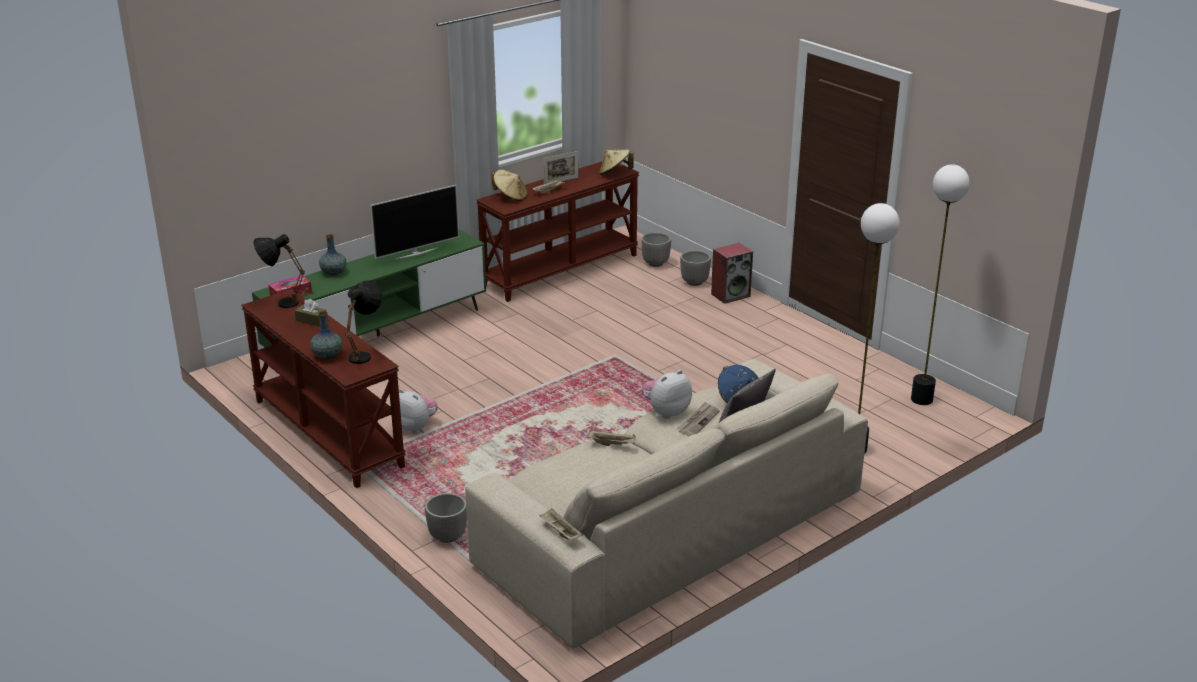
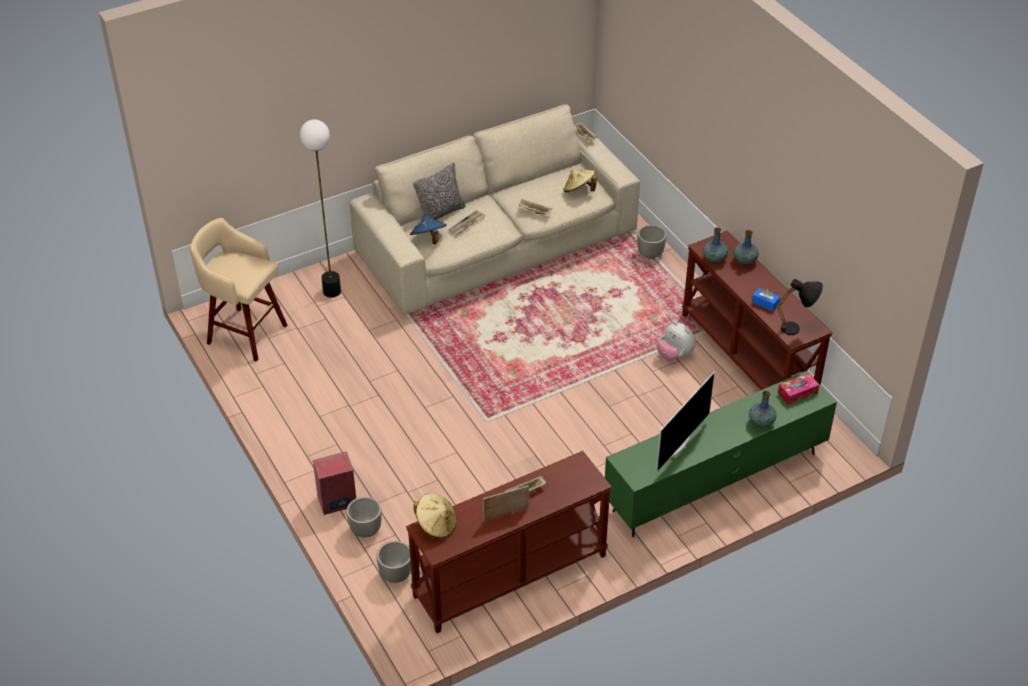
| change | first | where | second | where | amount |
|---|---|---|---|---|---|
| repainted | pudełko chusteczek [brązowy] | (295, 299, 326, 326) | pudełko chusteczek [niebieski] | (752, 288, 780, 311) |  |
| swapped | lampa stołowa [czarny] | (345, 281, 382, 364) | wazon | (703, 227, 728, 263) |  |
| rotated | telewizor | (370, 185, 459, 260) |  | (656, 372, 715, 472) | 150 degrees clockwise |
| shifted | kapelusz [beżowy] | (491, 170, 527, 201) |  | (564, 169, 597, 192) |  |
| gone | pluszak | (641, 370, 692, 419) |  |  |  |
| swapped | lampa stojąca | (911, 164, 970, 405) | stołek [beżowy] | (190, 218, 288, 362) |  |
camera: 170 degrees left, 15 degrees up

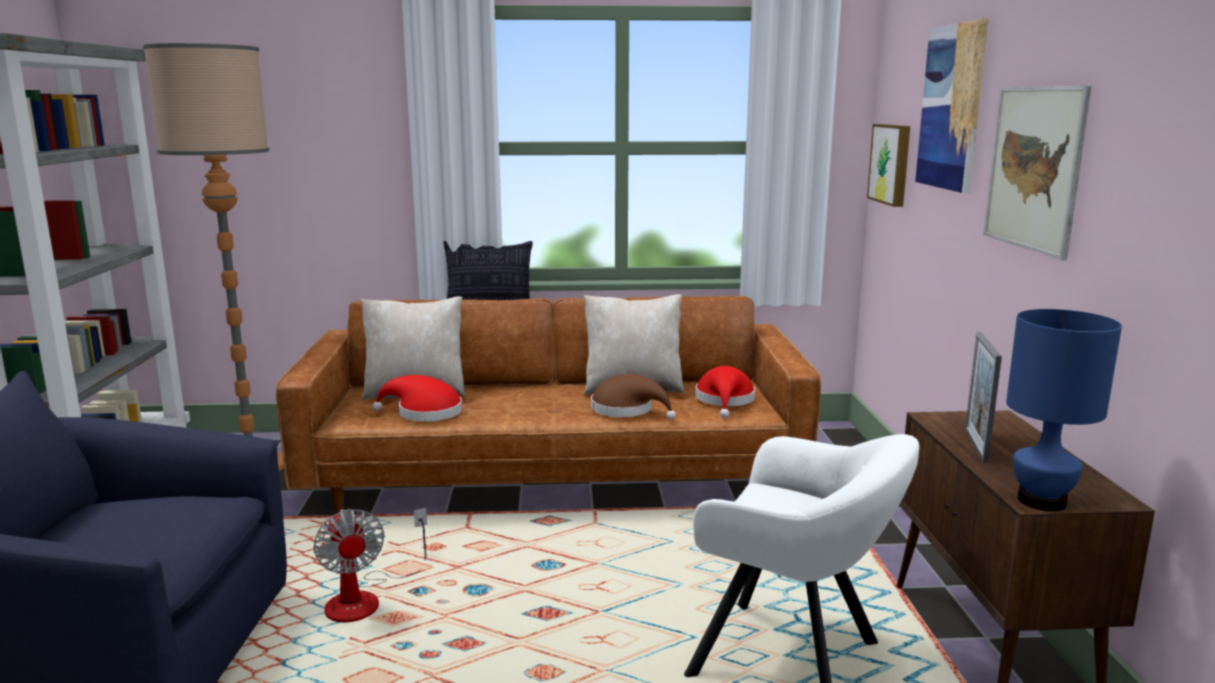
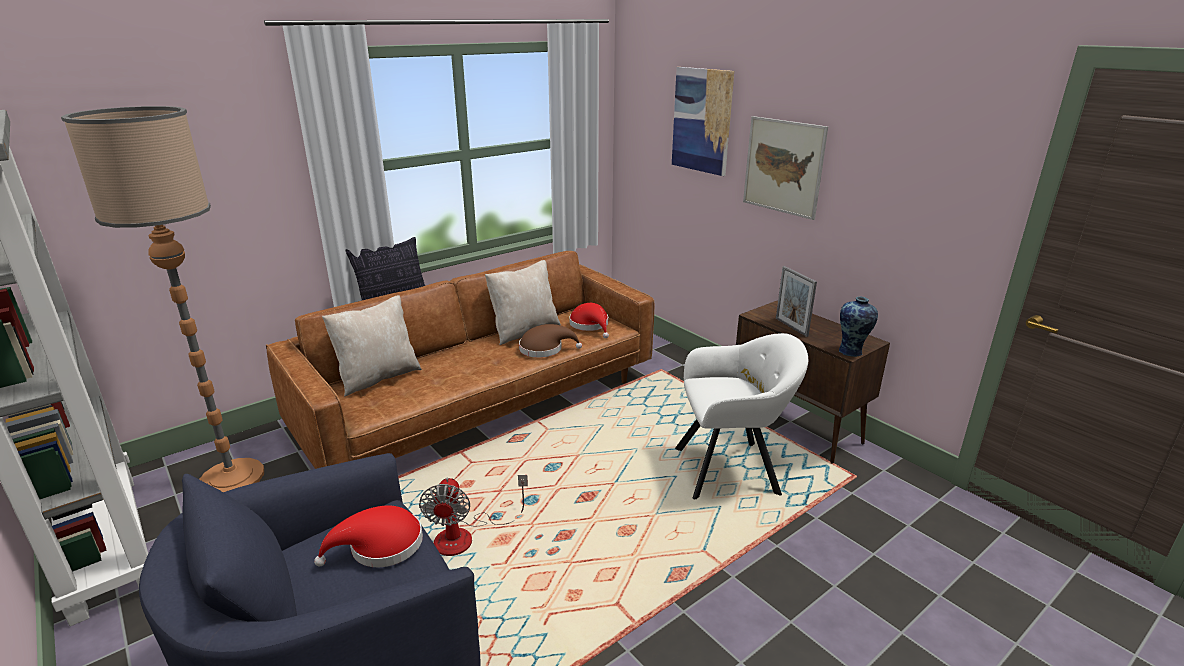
| change | first | where | second | where | amount |
|---|---|---|---|---|---|
| rotated | wentylator | (313, 508, 427, 622) |  | (419, 475, 528, 556) | 60 degrees clockwise |
| shifted | kapelusz [czerwony] | (373, 375, 462, 422) |  | (314, 506, 423, 567) |  |
| gone | obraz | (867, 124, 910, 207) |  |  |  |
| swapped | lampa stołowa [niebieski] | (1006, 309, 1122, 511) | wazon | (839, 297, 878, 357) |  |
camera: 35 degrees left, 10 degrees up

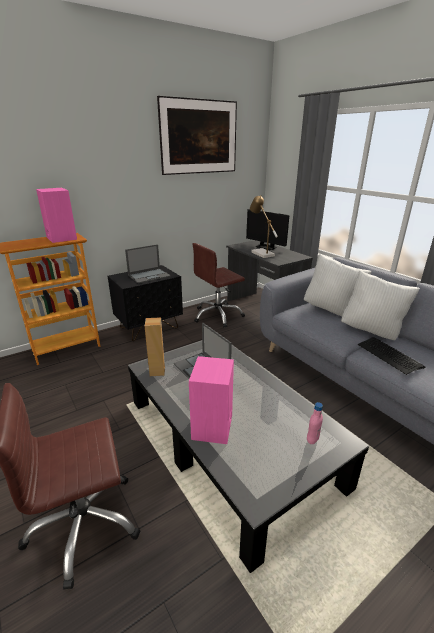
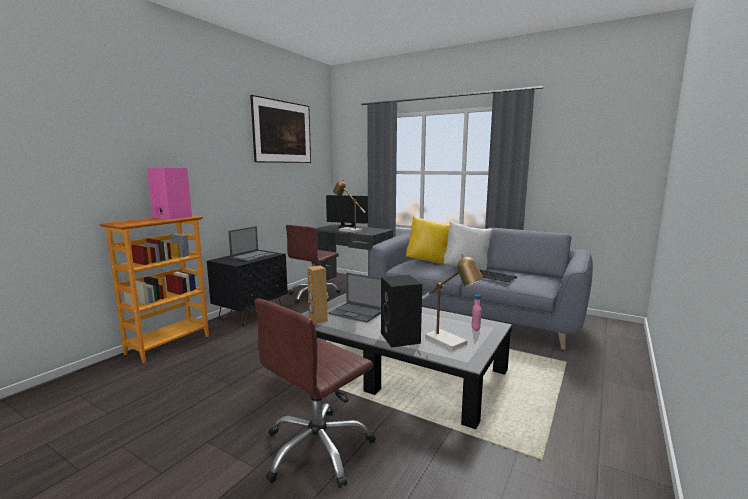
| change | first | where | second | where | amount |
|---|---|---|---|---|---|
| repainted | głośnik [różowy] | (189, 356, 234, 444) | głośnik [czarny] | (381, 275, 422, 348) |  |
| repainted | poduszka [biały] | (304, 254, 372, 316) | poduszka [żółty] | (406, 216, 450, 264) |  |
| new |  |  | lampa stołowa | (422, 254, 484, 351) |  |
camera: 25 degrees left, 15 degrees down

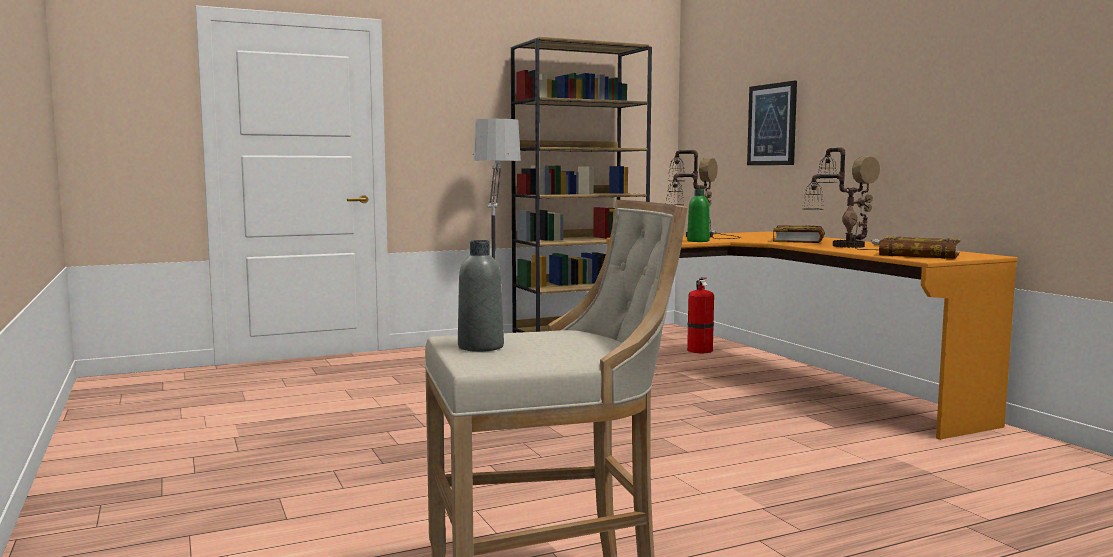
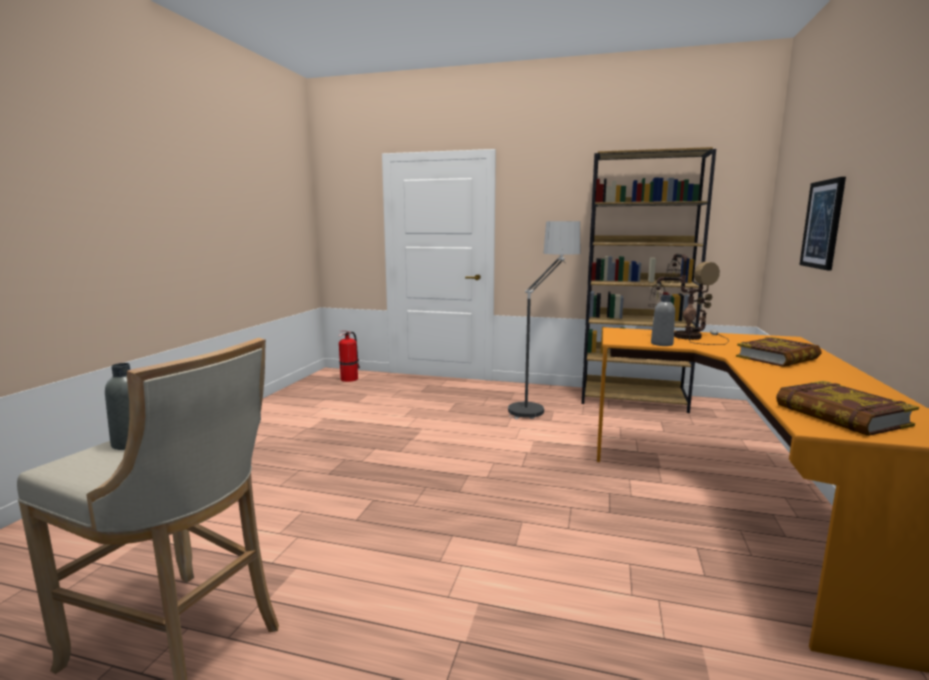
| change | first | where | second | where | amount |
|---|---|---|---|---|---|
| repainted | butelka [zielony] | (687, 189, 710, 242) | butelka [szary] | (651, 295, 675, 346) |  |
| shifted | gaśnica | (687, 277, 714, 353) |  | (339, 330, 360, 382) |  |
| gone | lampa stołowa | (804, 147, 880, 250) |  |  |  |
camera: 40 degrees right, 5 degrees up

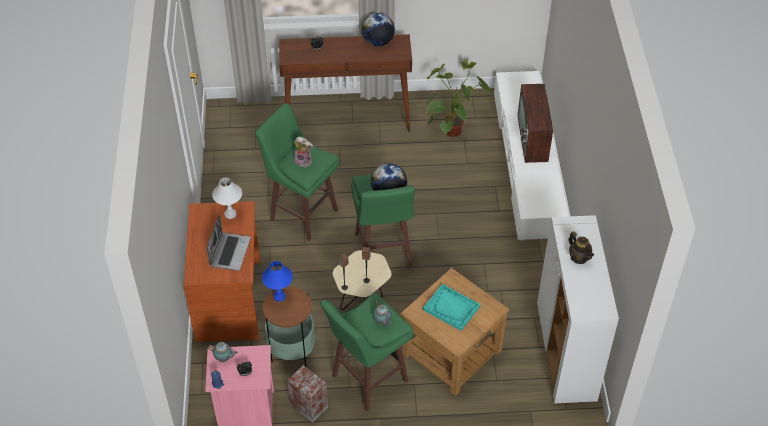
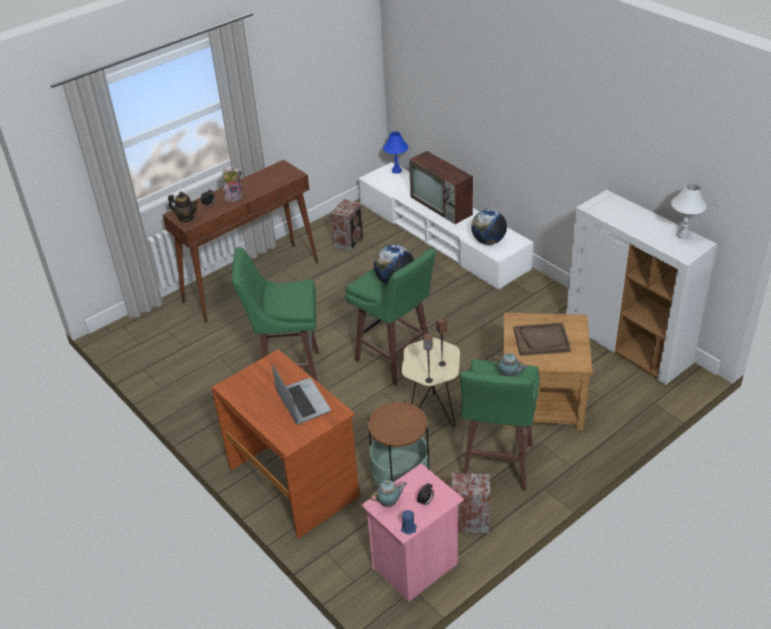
| change | first | where | second | where | amount |
|---|---|---|---|---|---|
| shifted | lampa stołowa [biały] | (212, 177, 242, 219) |  | (671, 183, 707, 239) |  |
| shifted | lampa stołowa [niebieski] | (262, 261, 293, 302) |  | (383, 132, 408, 174) |  |
| shifted | pluszak | (294, 137, 313, 167) |  | (222, 166, 243, 202) |  |
| shifted | globus | (362, 13, 395, 46) |  | (471, 209, 507, 245) |  |
| repainted | taca [turkusowy] | (423, 284, 480, 331) | taca [brązowy] | (514, 322, 571, 356) |  |
| swapped | roślina doniczkowa | (426, 59, 493, 137) | głośnik | (330, 199, 364, 251) |  |
| shifted | imbryk | (568, 231, 594, 264) |  | (168, 192, 198, 222) |  |
camera: 35 degrees left, 10 degrees down

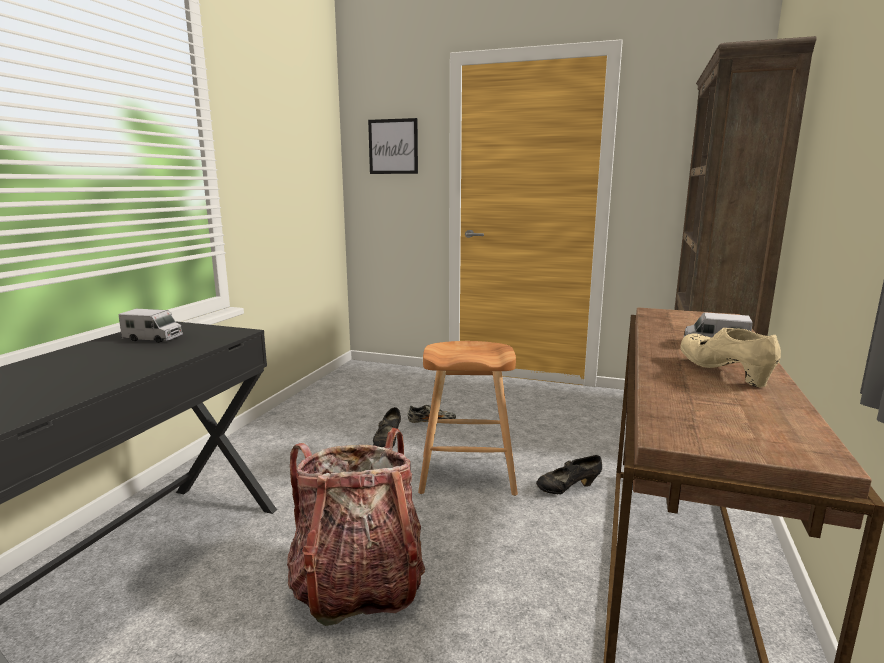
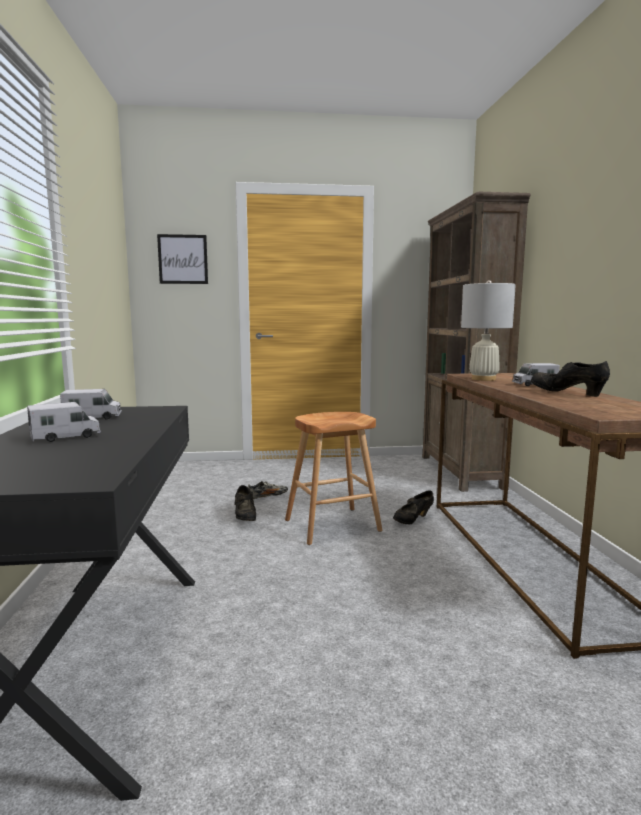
| change | first | where | second | where | amount |
|---|---|---|---|---|---|
| gone | plecak | (287, 428, 426, 626) |  |  |  |
| repainted | but [beżowy] | (680, 328, 781, 387) | but [czarny] | (531, 361, 610, 397) |  |
| new |  |  | ciężarówka zabawkowa | (27, 402, 101, 442) |  |
| new |  |  | lampa stołowa [biały] | (461, 280, 516, 381) |  |
camera: 25 degrees left, 5 degrees down

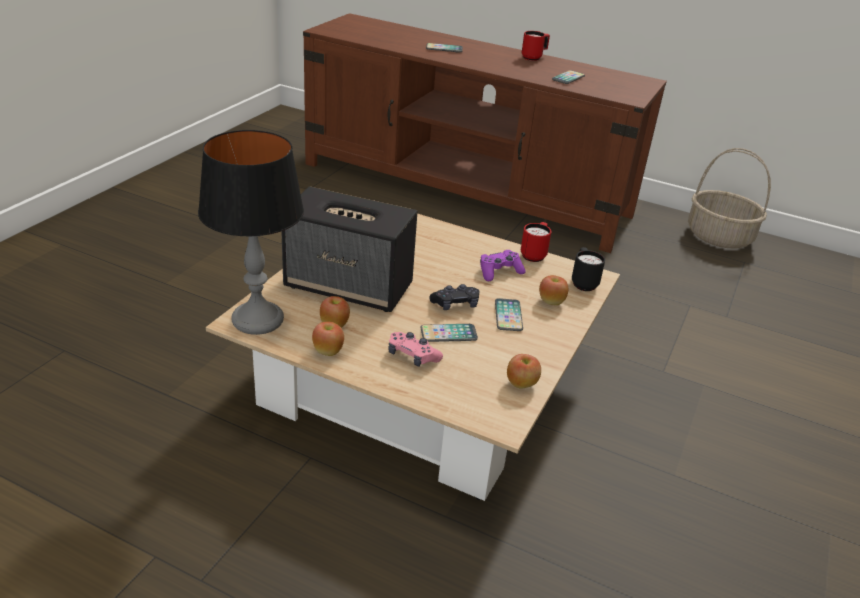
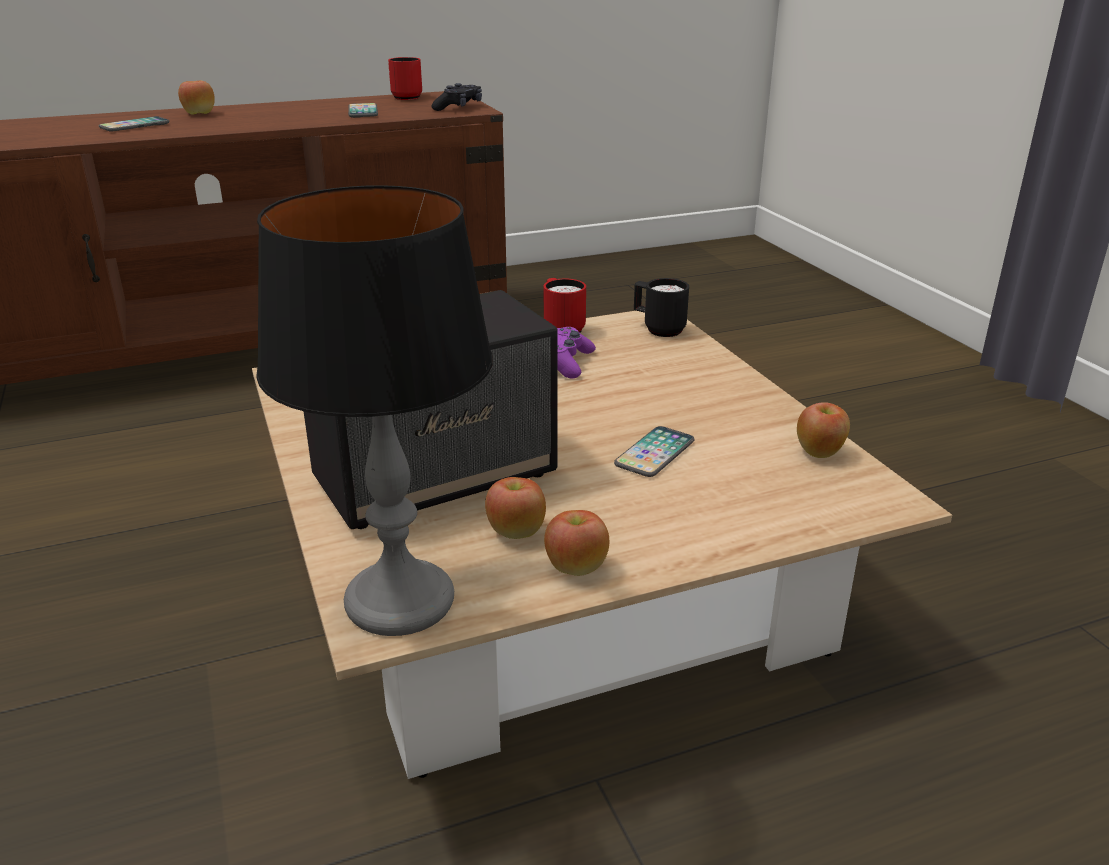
| change | first | where | second | where | amount |
|---|---|---|---|---|---|
| gone | pad do gier [różowy] | (388, 332, 443, 367) |  |  |  |
| shifted | pad do gier [czarny] | (429, 284, 480, 310) |  | (432, 83, 482, 111) |  |
| gone | telefon | (495, 298, 523, 331) |  |  |  |
| shifted | kubek [czerwony] | (522, 31, 550, 61) |  | (388, 57, 422, 100) |  |
| shifted | jabłko | (539, 275, 568, 305) |  | (178, 81, 215, 115) |  |
| gone | koszyk | (688, 148, 771, 248) |  |  |  |
camera: 45 degrees left, 5 degrees down

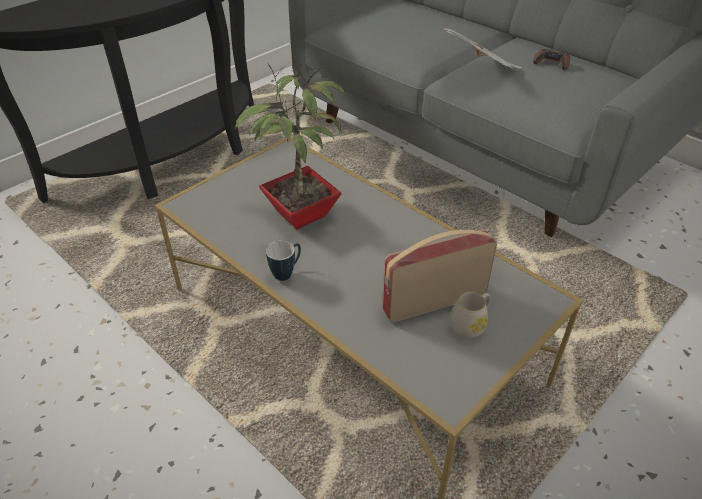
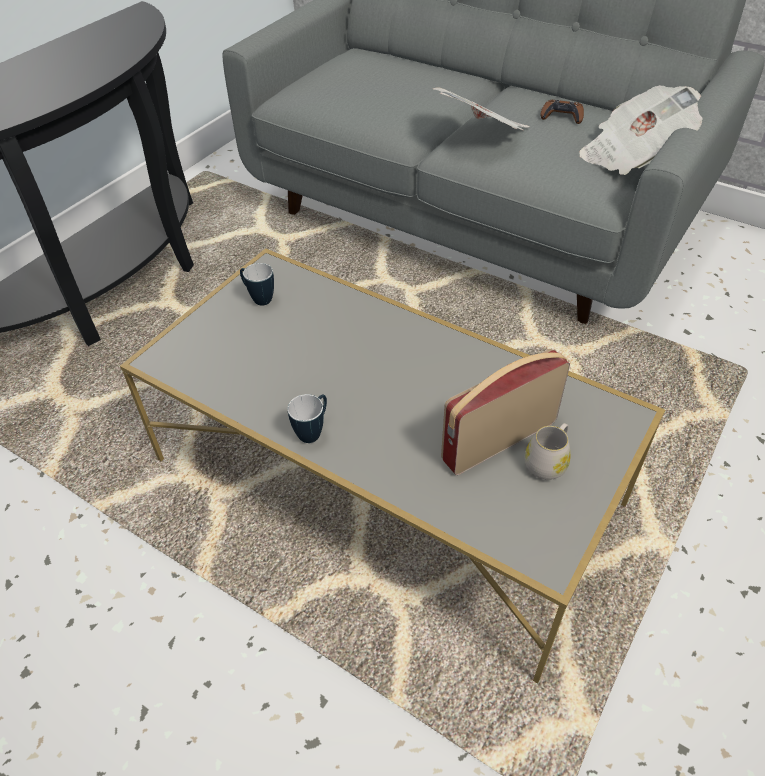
| change | first | where | second | where | amount |
|---|---|---|---|---|---|
| gone | roślina doniczkowa | (235, 63, 346, 229) |  |  |  |
| new |  |  | kubek | (240, 263, 274, 306) |  |
| new |  |  | gazeta | (579, 85, 703, 175) |  |
camera: 10 degrees left, 5 degrees up

